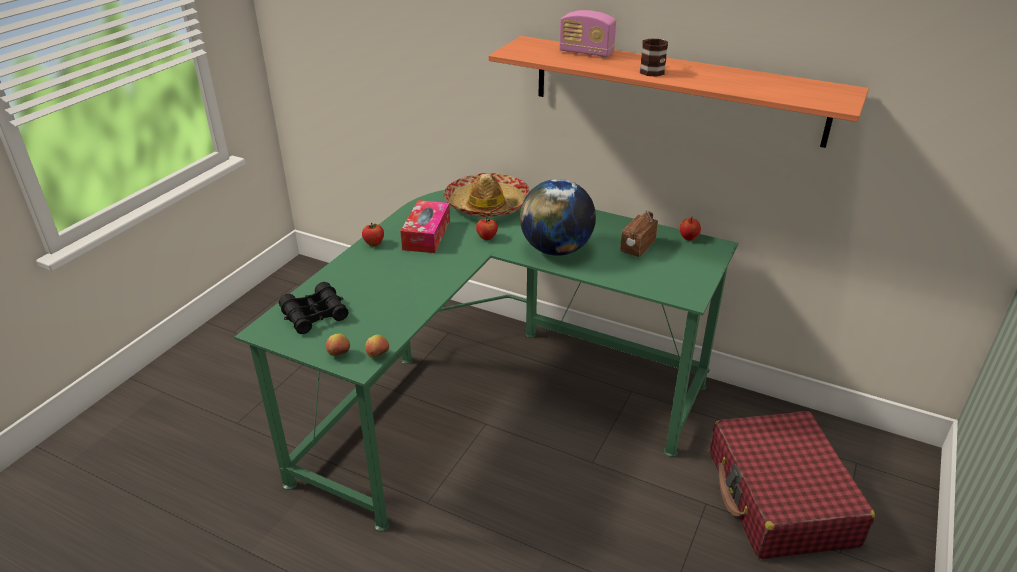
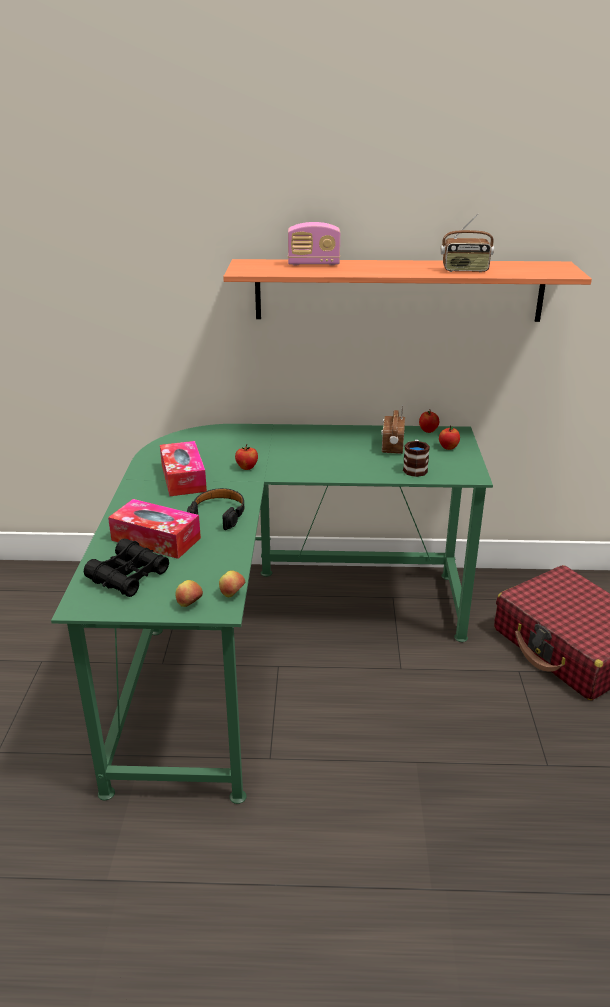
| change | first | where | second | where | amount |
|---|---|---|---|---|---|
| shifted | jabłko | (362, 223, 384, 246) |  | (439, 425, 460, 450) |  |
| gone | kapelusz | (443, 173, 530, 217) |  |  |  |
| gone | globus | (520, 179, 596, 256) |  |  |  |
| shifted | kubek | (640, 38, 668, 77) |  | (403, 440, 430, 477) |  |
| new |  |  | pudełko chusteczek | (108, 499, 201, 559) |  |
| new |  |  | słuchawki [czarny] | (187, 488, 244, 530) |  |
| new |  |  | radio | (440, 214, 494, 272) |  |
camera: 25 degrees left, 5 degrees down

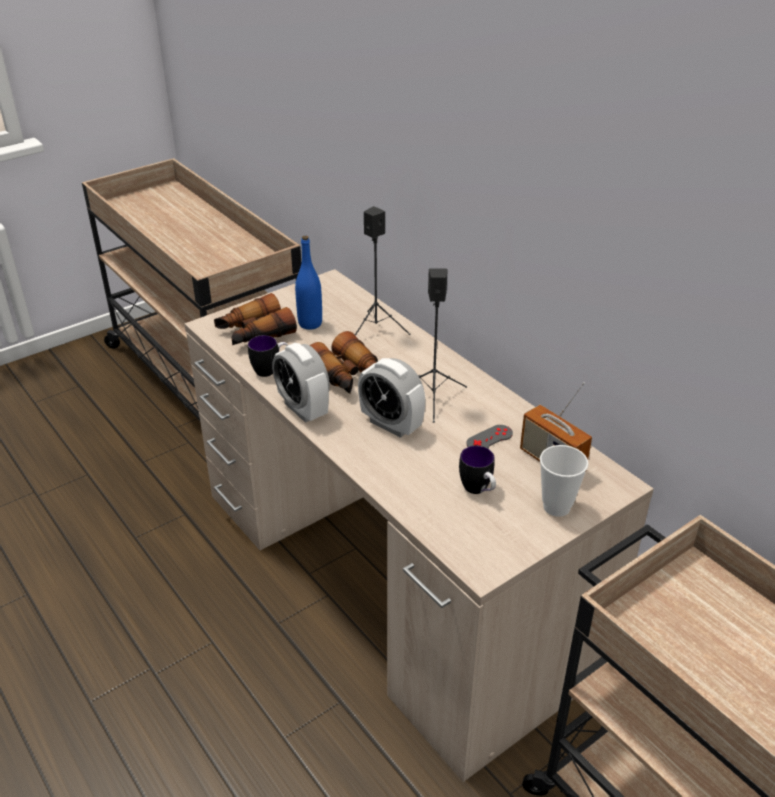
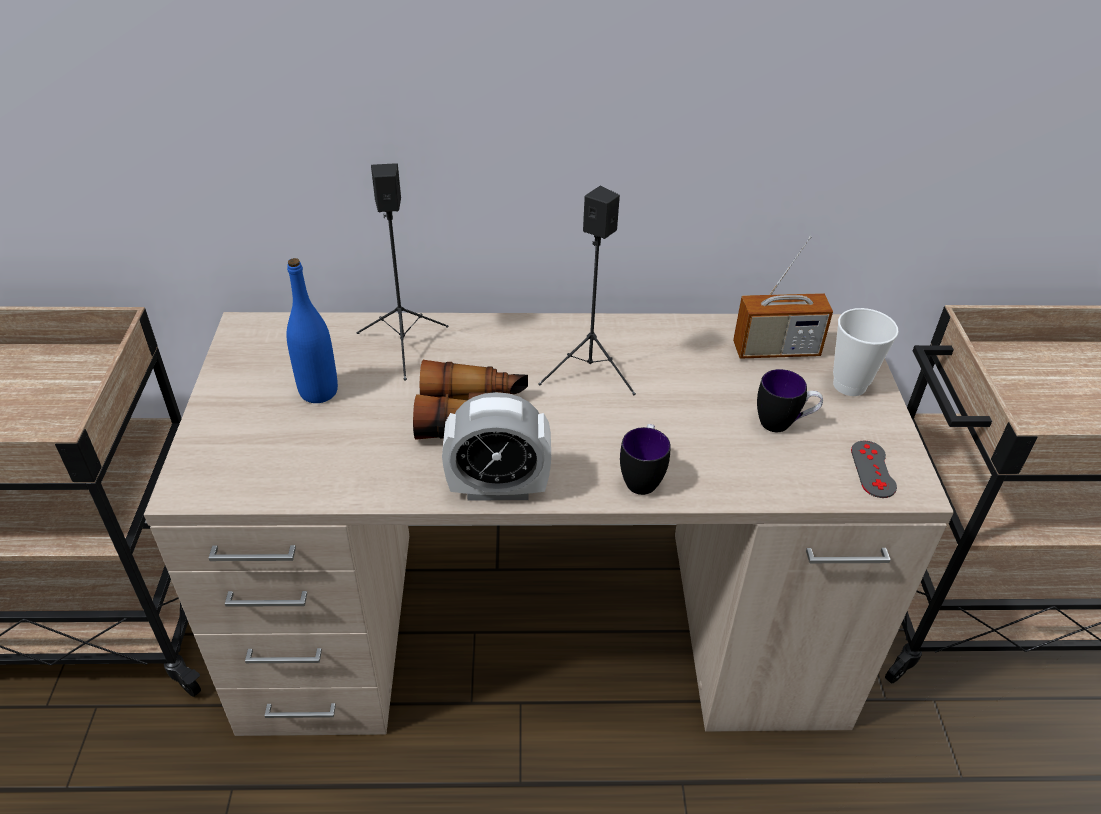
| change | first | where | second | where | amount |
|---|---|---|---|---|---|
| gone | lornetka | (214, 293, 297, 345) |  |  |  |
| shifted | kubek | (248, 335, 288, 377) |  | (620, 424, 671, 495) |  |
| gone | budzik | (358, 358, 425, 438) |  |  |  |
| shifted | pad do gier [szary] | (466, 425, 513, 448) |  | (851, 441, 897, 498) |  |
camera: 55 degrees left, 5 degrees up

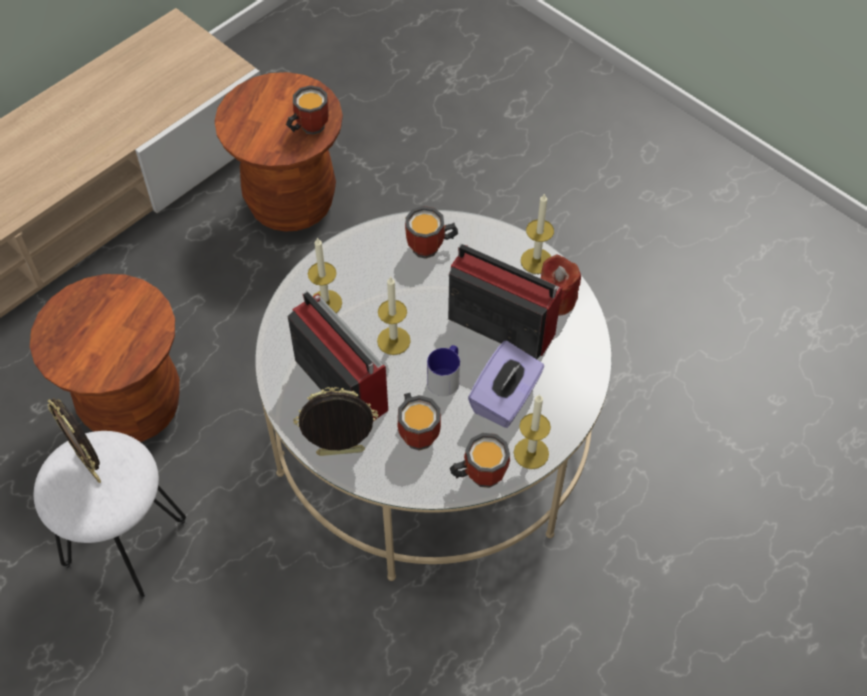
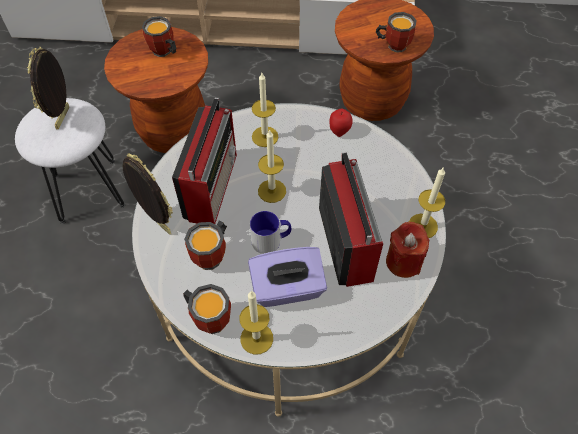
| change | first | where | second | where | amount |
|---|---|---|---|---|---|
| shifted | kubek | (405, 206, 458, 259) |  | (142, 16, 177, 57) |  |
| new |  |  | jabłko | (330, 109, 353, 137) |  |
camera: 50 degrees right, 0 degrees up

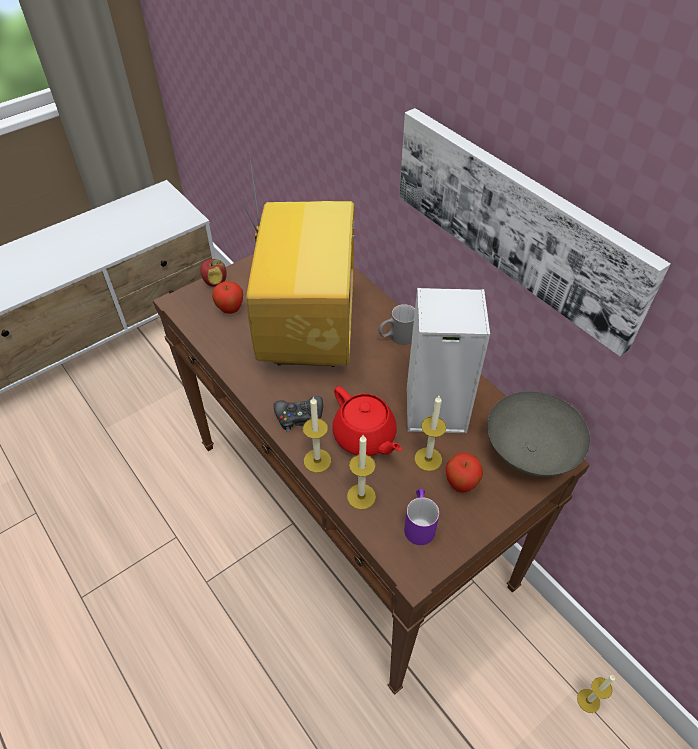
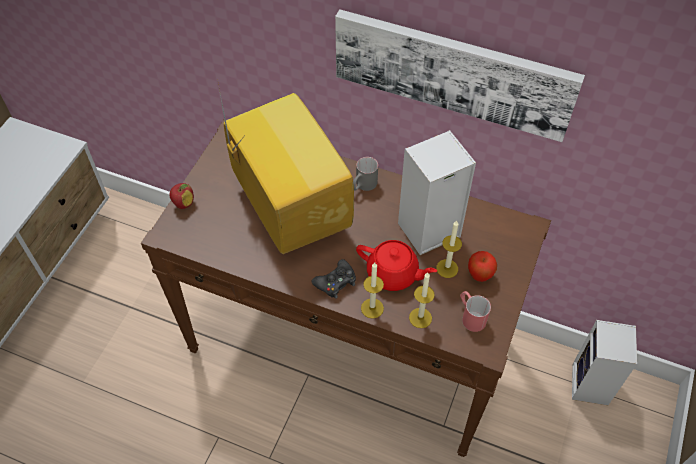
| change | first | where | second | where | amount |
|---|---|---|---|---|---|
| gone | jabłko | (212, 281, 243, 314) |  |  |  |
| repainted | kubek [fioletowy] | (404, 489, 439, 545) | kubek [czerwony] | (460, 291, 491, 332) |  |
| gone | miska [szary] | (487, 391, 590, 477) |  |  |  |
| swapped | świeca | (577, 675, 615, 713) | głośnik | (572, 320, 637, 405) |  |
camera: 30 degrees left, 5 degrees up

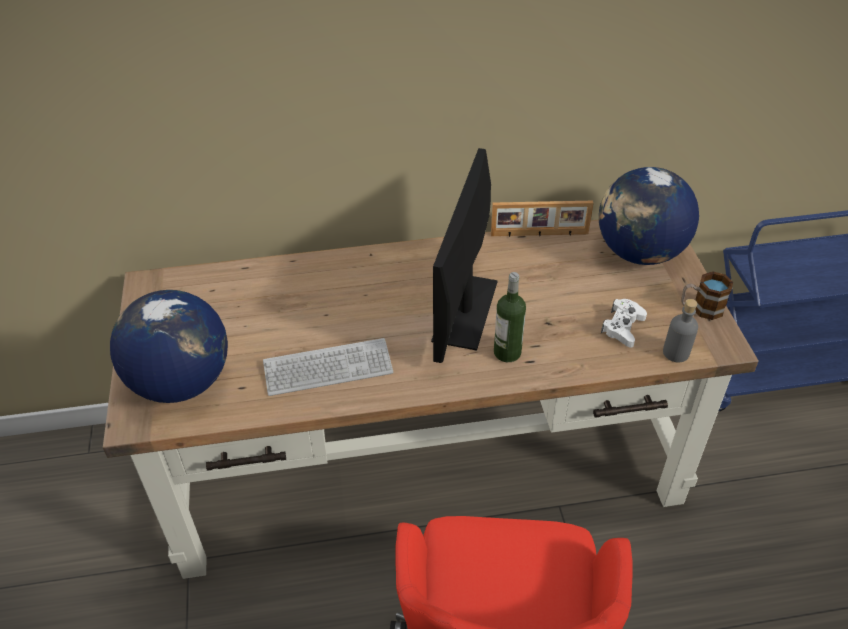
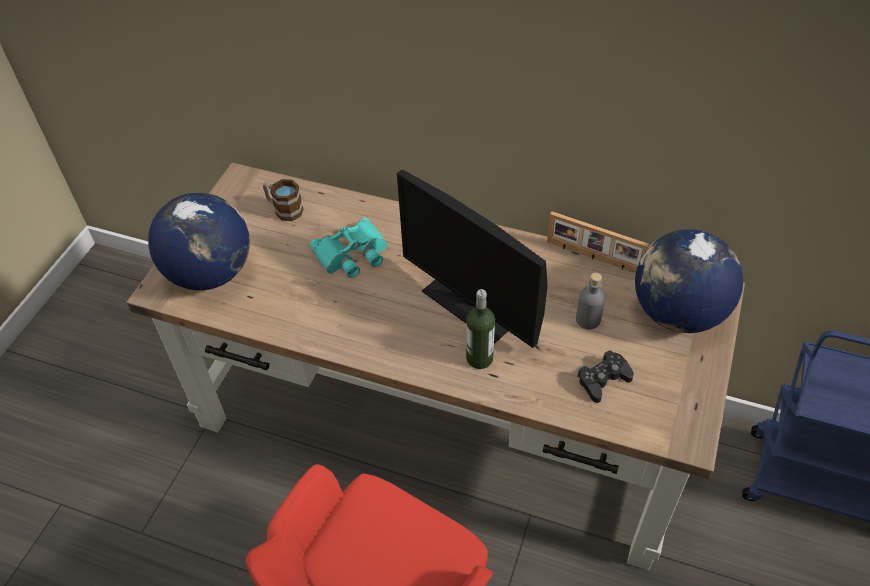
| change | first | where | second | where | amount |
|---|---|---|---|---|---|
| gone | klawiatura | (263, 338, 393, 396) |  |  |  |
| rotated | monitor | (431, 148, 498, 363) |  | (397, 170, 548, 348) | 90 degrees counterclockwise |
| repainted | pad do gier [biały] | (601, 299, 647, 348) | pad do gier [czarny] | (577, 350, 634, 403) |  |
| shifted | butelka [szary] | (663, 299, 698, 362) |  | (576, 273, 606, 329) |  |
| shifted | kubek | (681, 271, 733, 320) |  | (263, 179, 303, 221) |  |
| new |  |  | lornetka [turkusowy] | (310, 218, 388, 278) |  |
camera: 30 degrees right, 5 degrees up

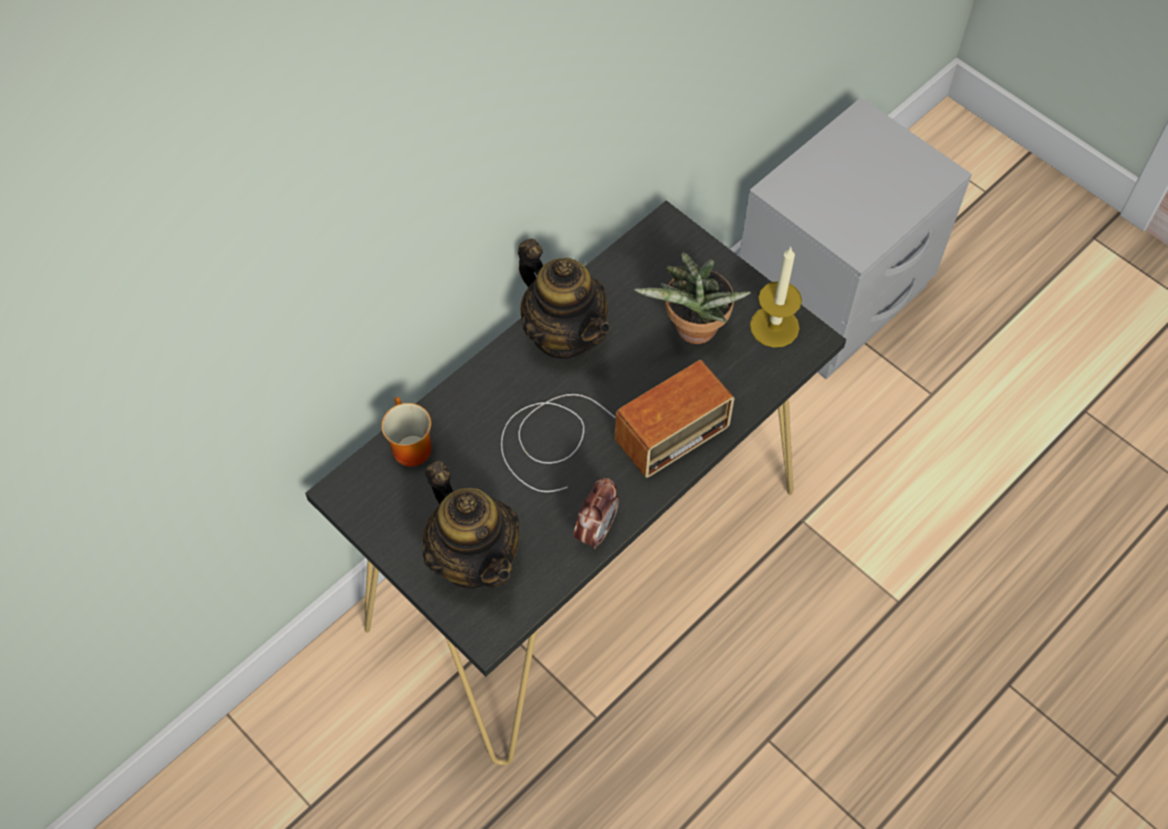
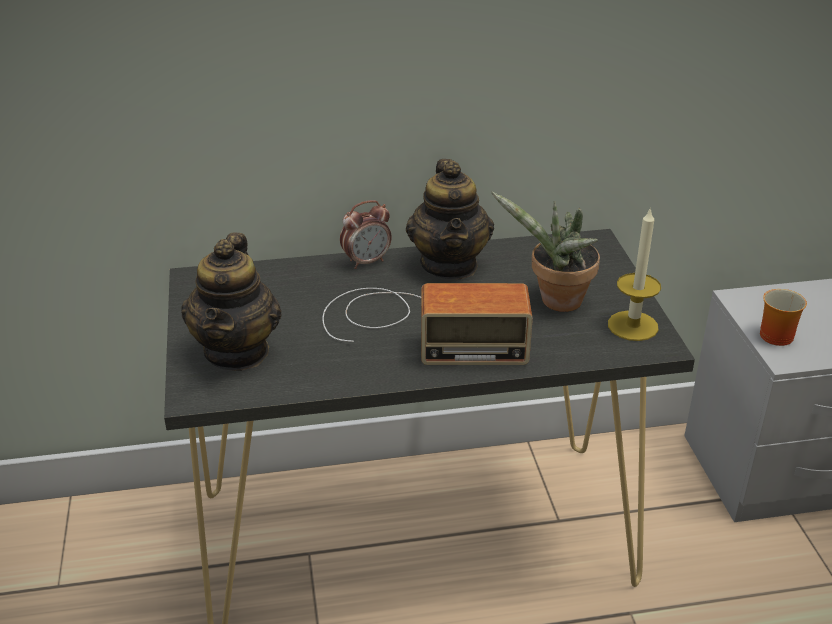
| change | first | where | second | where | amount |
|---|---|---|---|---|---|
| shifted | kubek | (381, 397, 431, 467) |  | (760, 289, 807, 346) |  |
| shifted | budzik | (574, 478, 619, 549) |  | (340, 200, 392, 269) |  |
camera: 35 degrees right, 25 degrees down

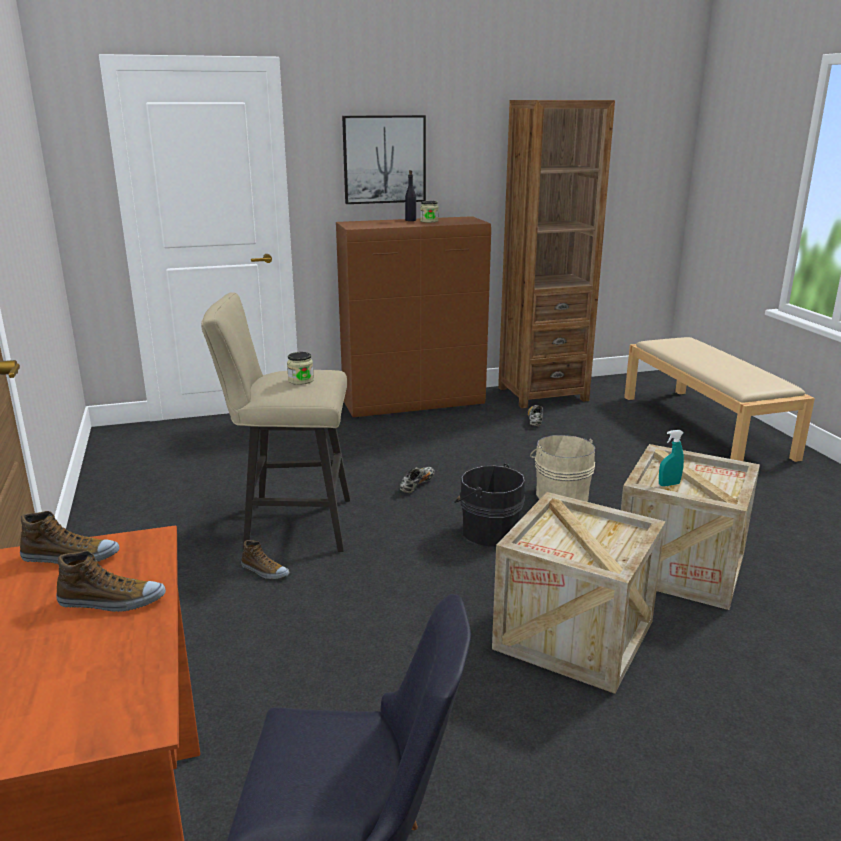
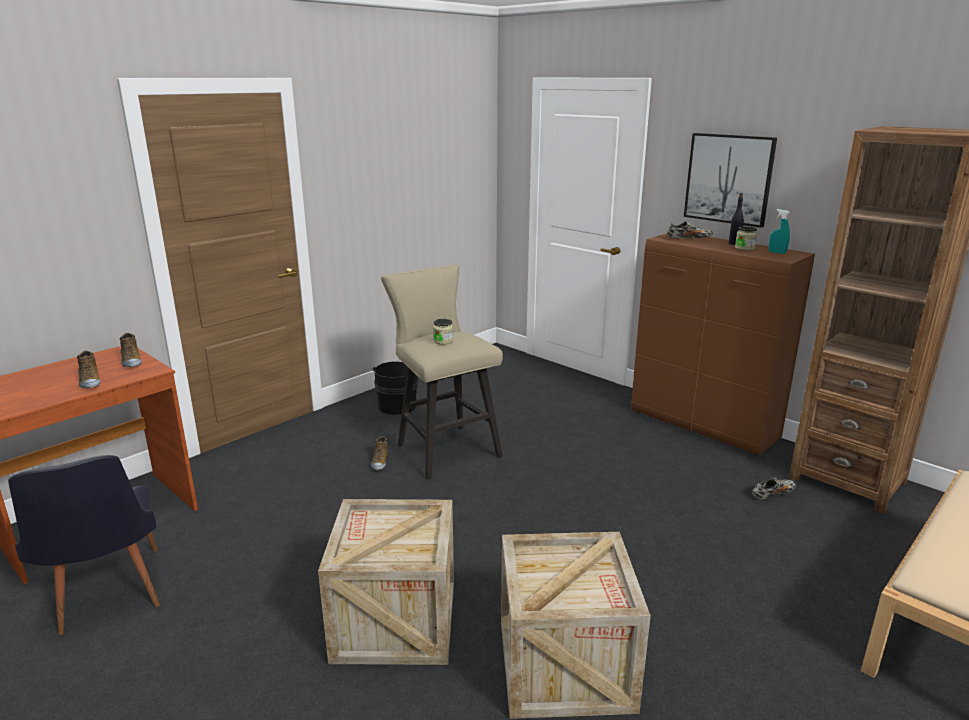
| change | first | where | second | where | amount |
|---|---|---|---|---|---|
| shifted | but | (400, 467, 435, 493) |  | (667, 221, 713, 239) |  |
| shifted | wiadro [czarny] | (454, 464, 525, 547) |  | (373, 361, 418, 415) |  |
| gone | wiadro [beżowy] | (530, 435, 595, 502) |  |  |  |
| shifted | spryskiwacz [turkusowy] | (659, 430, 684, 486) |  | (769, 209, 790, 254) |  |
camera: 60 degrees right, 0 degrees up

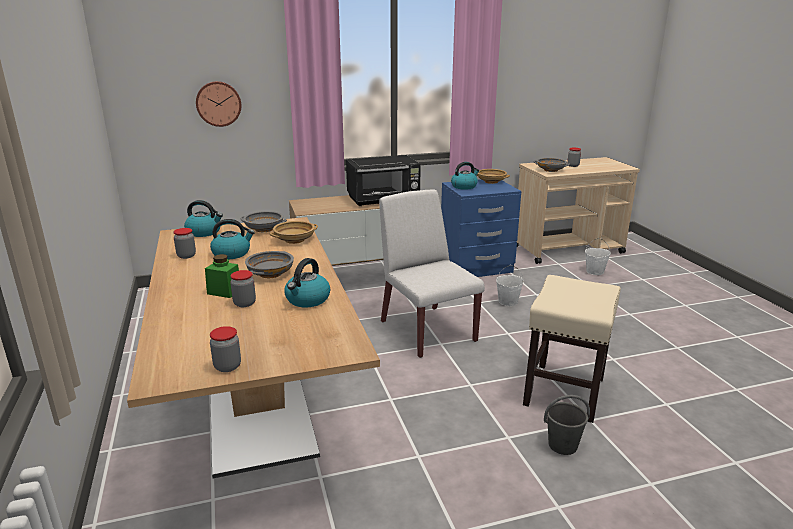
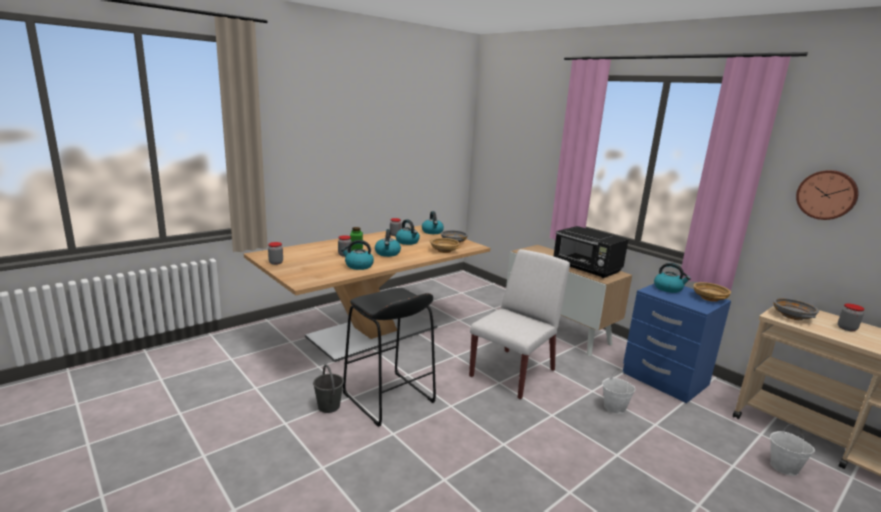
| change | first | where | second | where | amount |
|---|---|---|---|---|---|
| shifted | zegar ścienny | (196, 81, 241, 127) |  | (796, 170, 859, 220) |  |
| swapped | miska [szary] | (245, 251, 294, 278) | czajnik | (375, 229, 401, 257) |  |
| gone | stołek [beżowy] | (523, 275, 621, 423) |  |  |  |
| shifted | wiadro [szary] | (544, 395, 590, 455) |  | (313, 364, 344, 413) |  |
| new |  |  | stołek [czarny] | (343, 288, 436, 427) |  |
camera: 65 degrees right, 5 degrees down

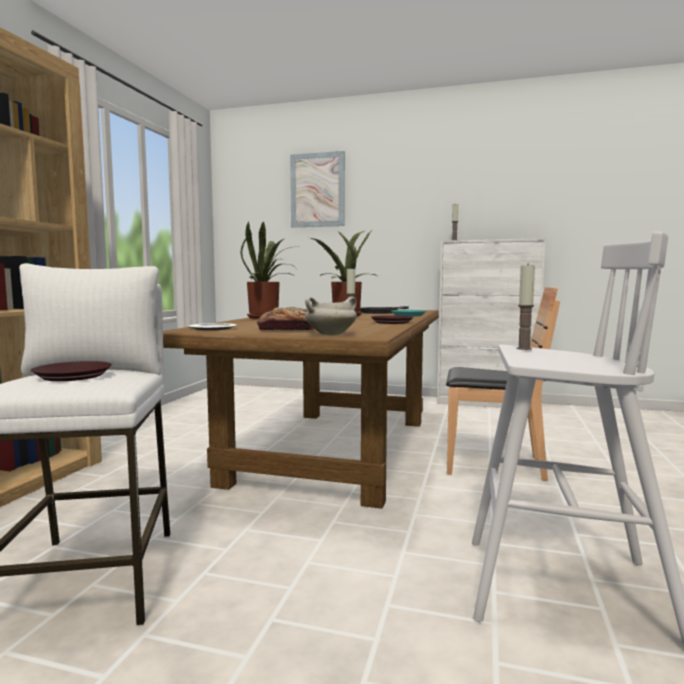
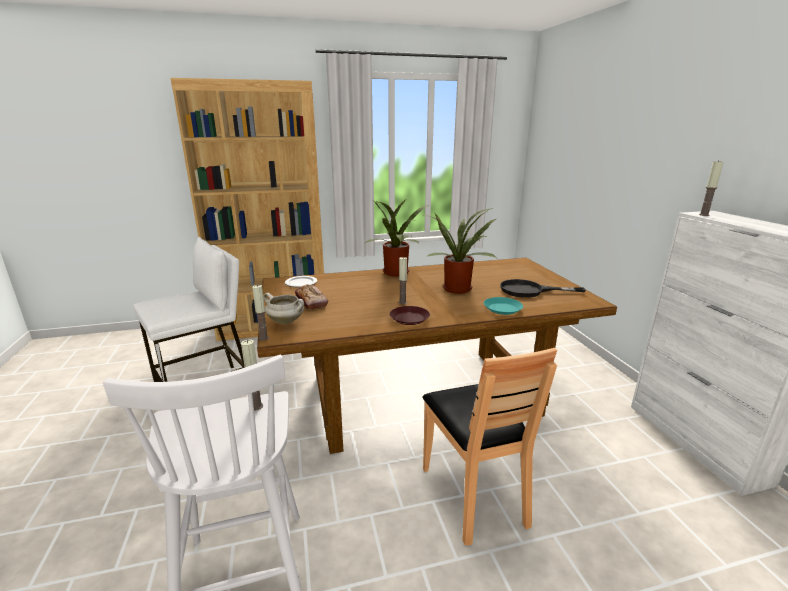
| change | first | where | second | where | amount |
|---|---|---|---|---|---|
| gone | talerz [brązowy] | (31, 361, 112, 381) |  |  |  |
| gone | obraz | (290, 151, 345, 228) |  |  |  |
| new |  |  | świeca | (252, 284, 269, 341) |  |
camera: 60 degrees right, 15 degrees up

